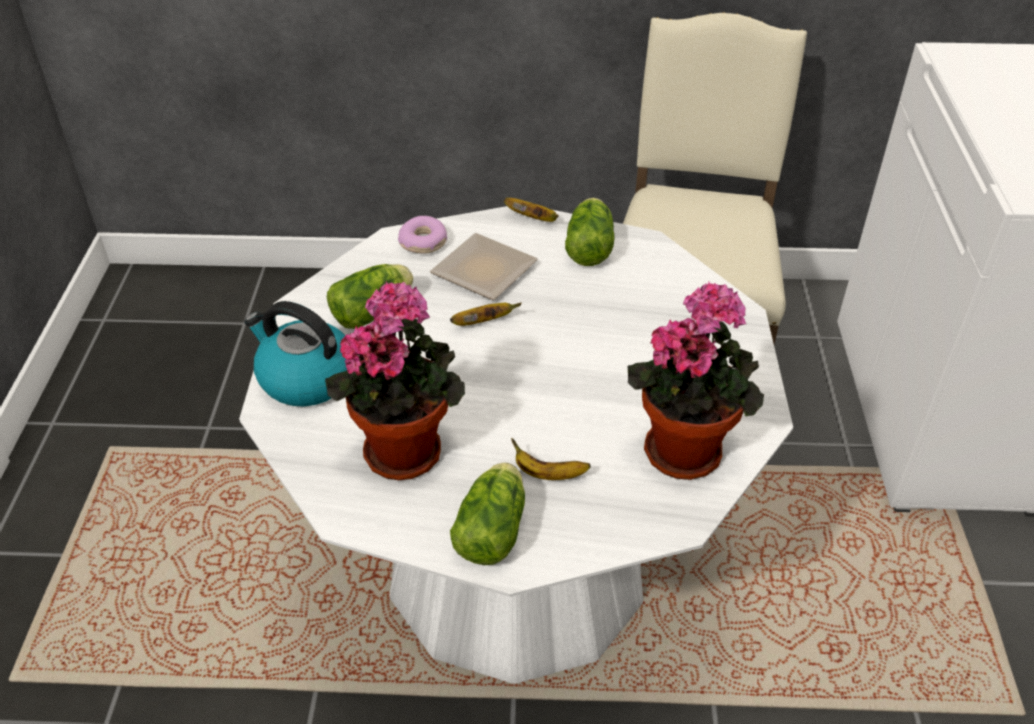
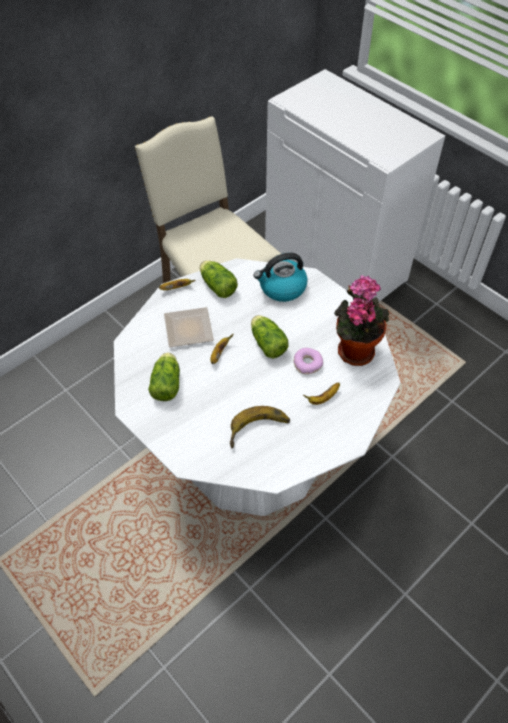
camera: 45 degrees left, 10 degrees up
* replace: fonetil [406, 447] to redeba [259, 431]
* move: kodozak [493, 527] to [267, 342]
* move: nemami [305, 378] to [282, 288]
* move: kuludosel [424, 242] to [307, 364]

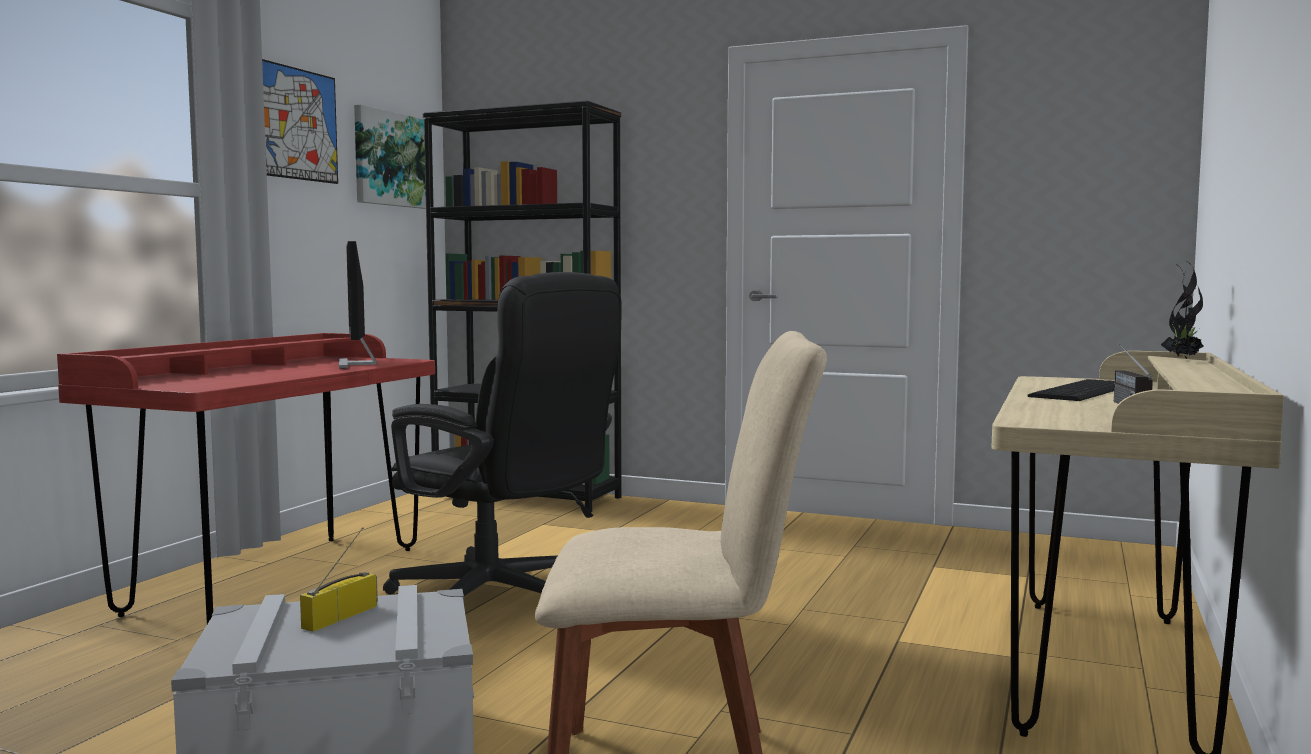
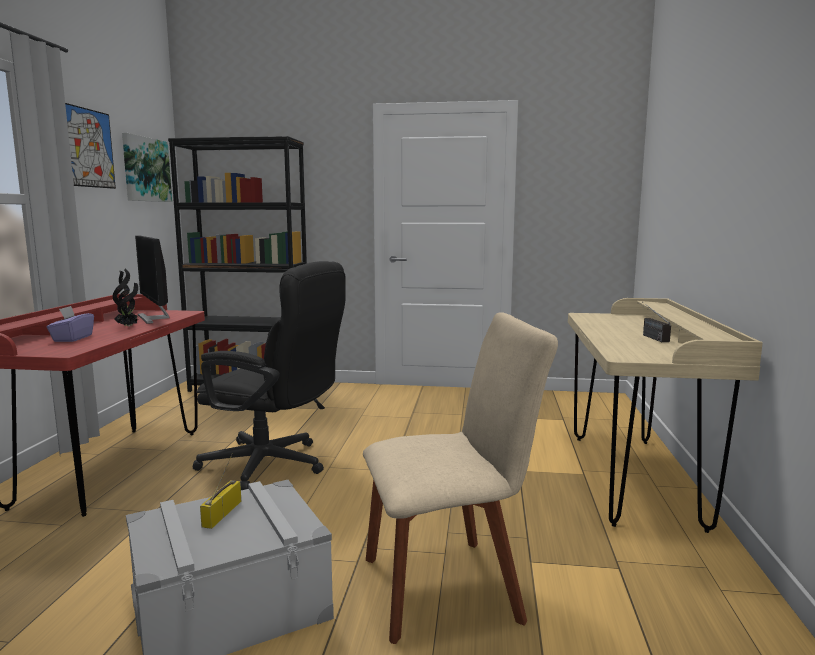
camera: 15 degrees left, 5 degrees up
* insert: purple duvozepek [72, 338]
* move: fonetil [1183, 359] to [128, 326]
* delete: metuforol [1085, 391]

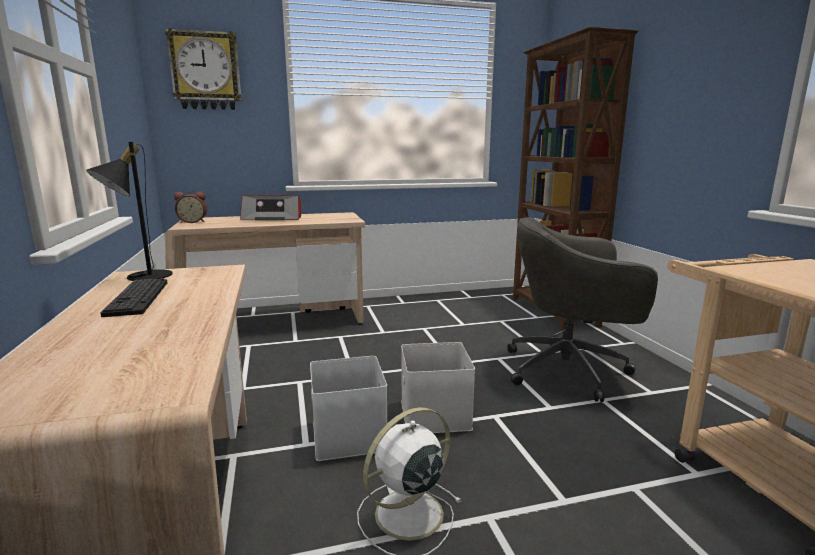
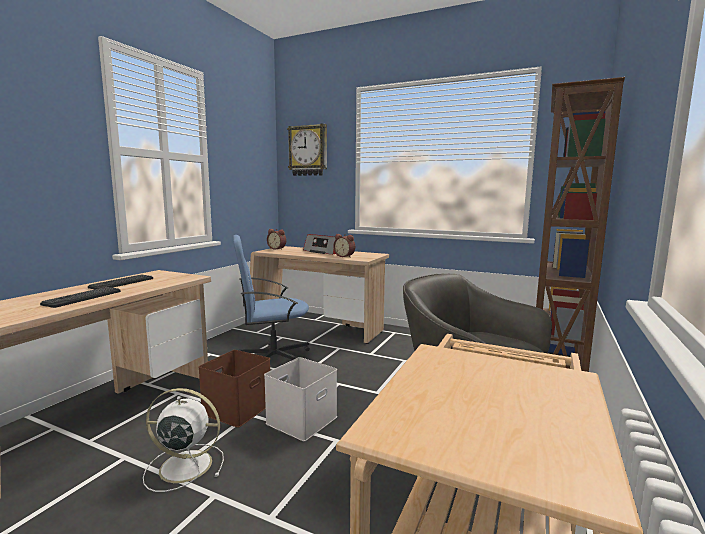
camera: 40 degrees right, 5 degrees down
* insert: metuforol [83, 298]
* recolor: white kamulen [350, 436] to brown kamulen [237, 409]
* insert: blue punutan [272, 359]
* insert: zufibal [345, 256]
* delete: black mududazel [140, 277]

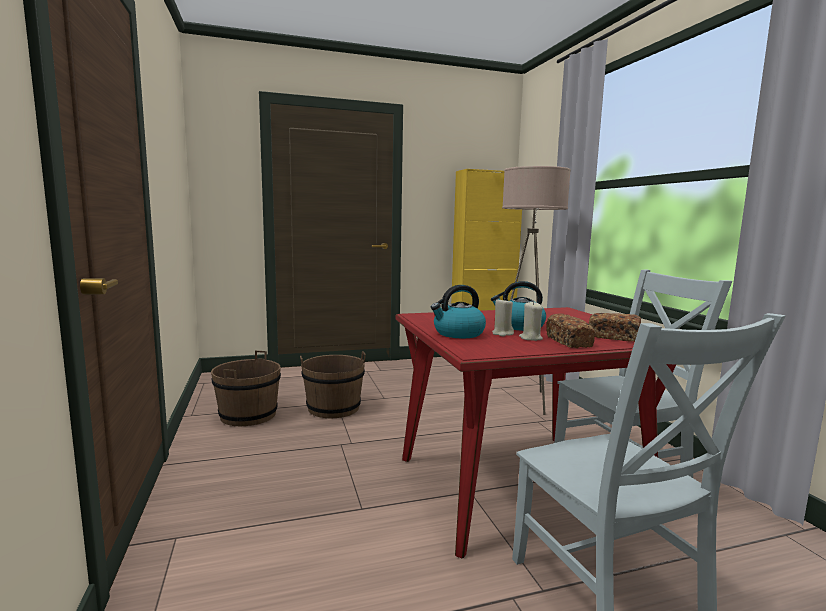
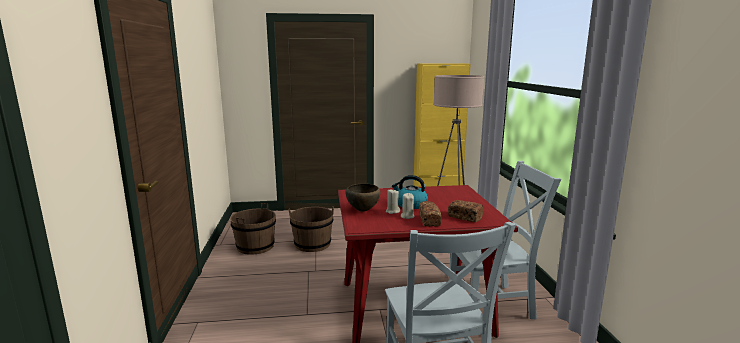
camera: 10 degrees right, 5 degrees up
* replace: nemami [458, 333] to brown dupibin [363, 210]

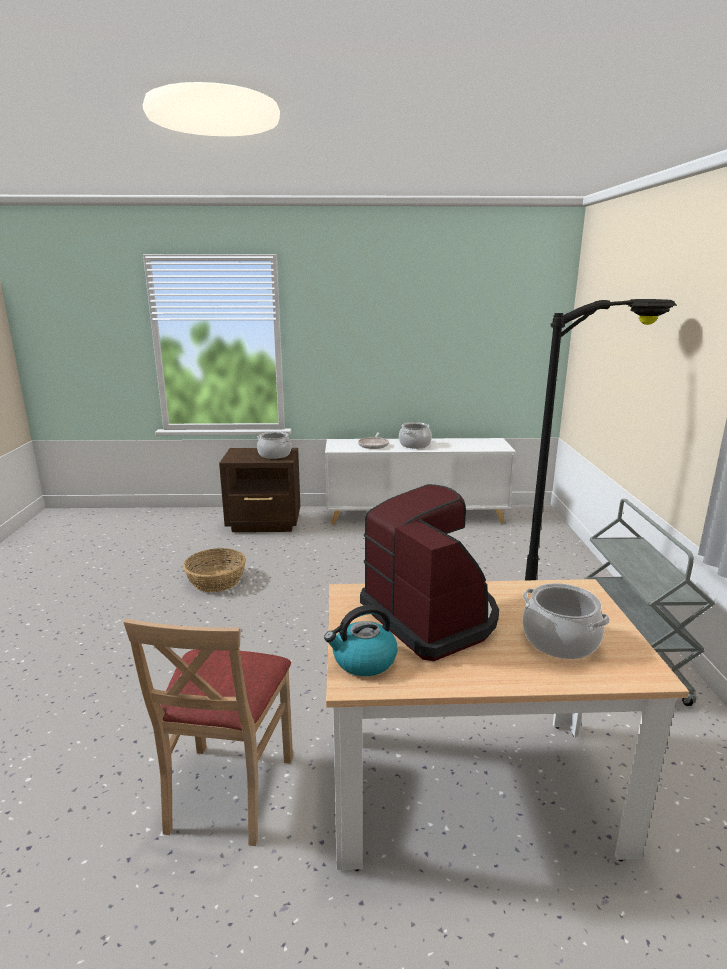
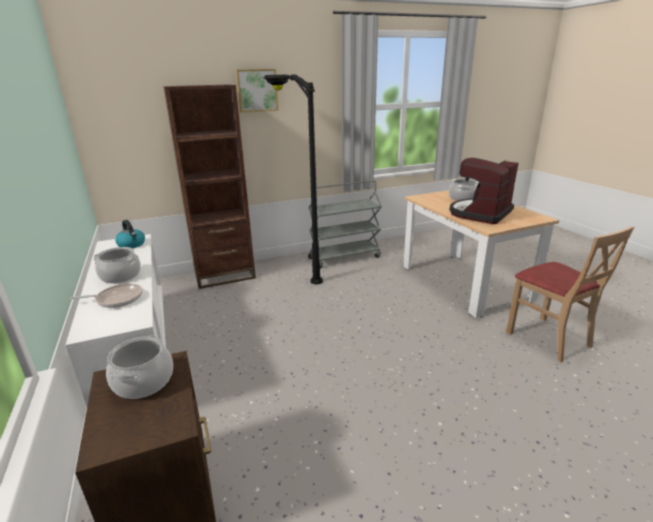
camera: 110 degrees left, 5 degrees up
* move: nemami [363, 661] to [132, 245]
* insert: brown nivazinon [224, 275]
* insert: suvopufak [257, 90]
* rotate: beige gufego [228, 791] = [548, 338] 75 degrees clockwise
* delete: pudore [216, 581]

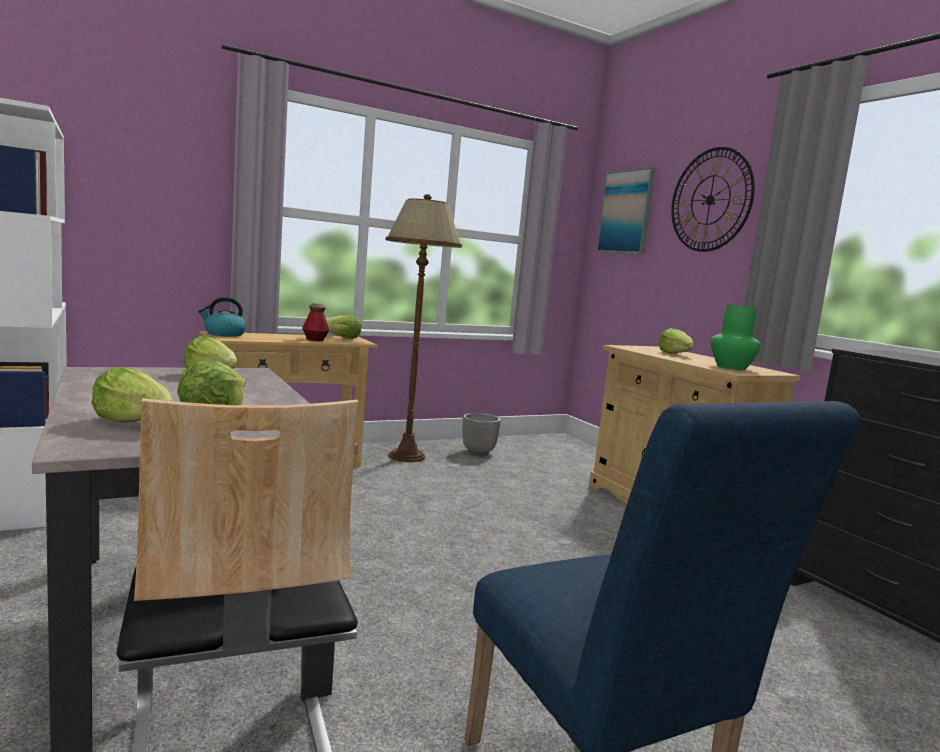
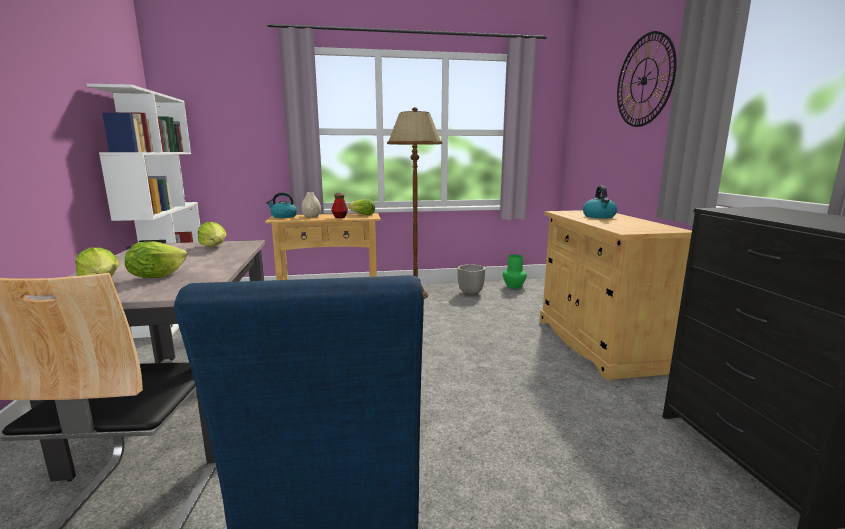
camera: 20 degrees right, 5 degrees up
* insert: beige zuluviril [311, 216]
* move: green zuluviril [732, 367] to [514, 286]
* replace: kodozak [675, 354] to nemami [599, 216]
* delete: suvopufak [626, 212]

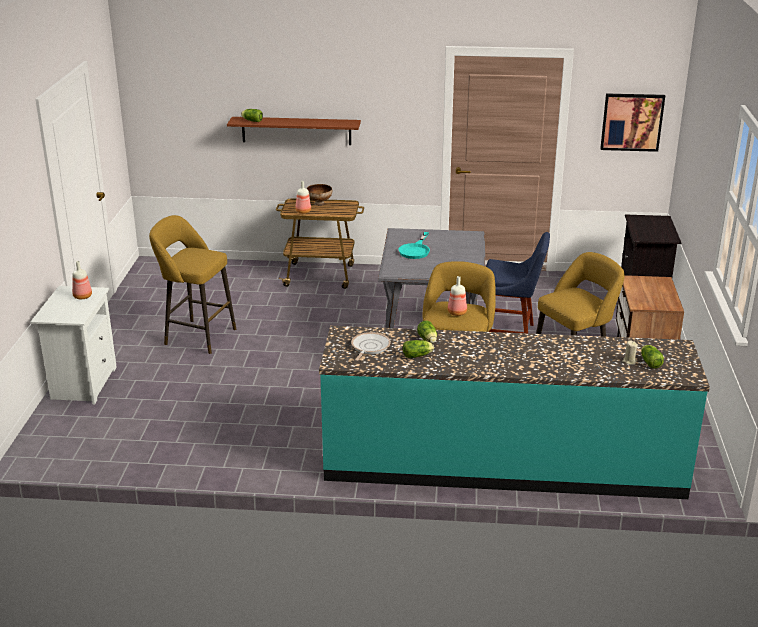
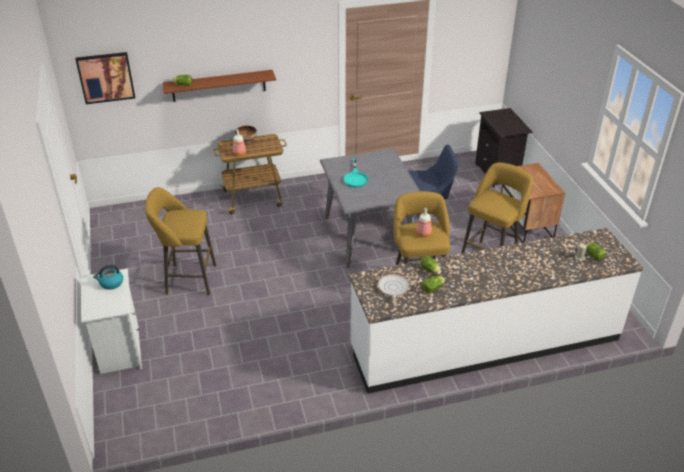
camera: 20 degrees left, 10 degrees up
* move: suvopufak [632, 122] to [106, 77]
* replace: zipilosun [83, 297] to nemami [111, 283]
* recolor: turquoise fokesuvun [502, 464] to white fokesuvun [484, 343]

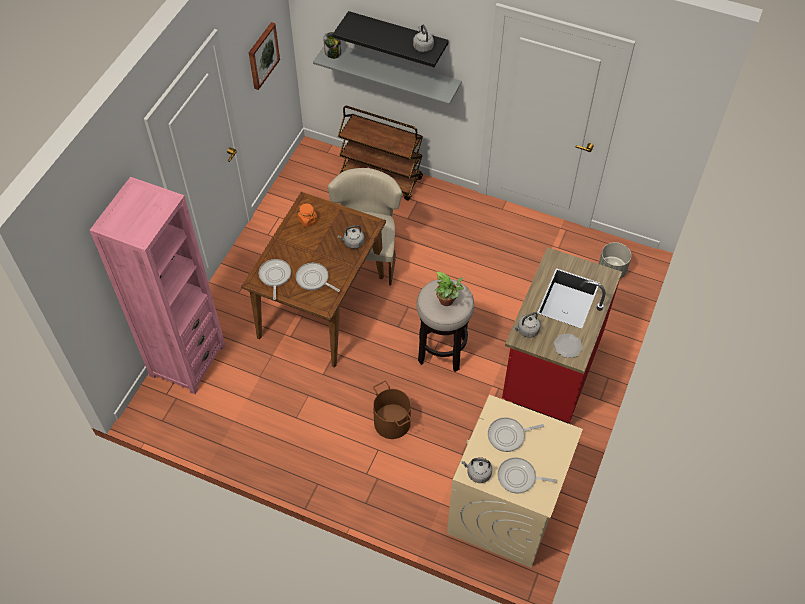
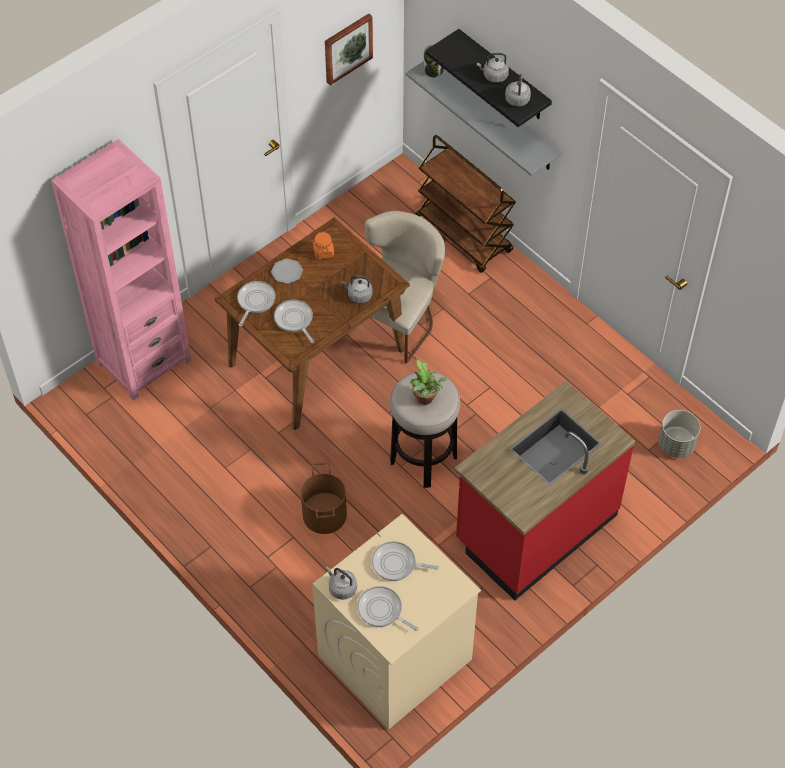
camera: 25 degrees right, 0 degrees up
* move: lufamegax [568, 346] to [287, 272]
* move: grey nemami [527, 330] to [494, 76]

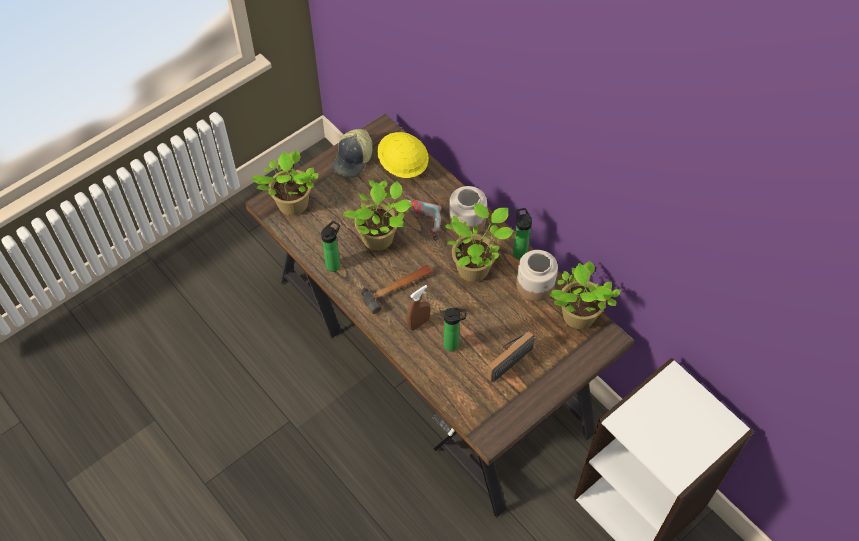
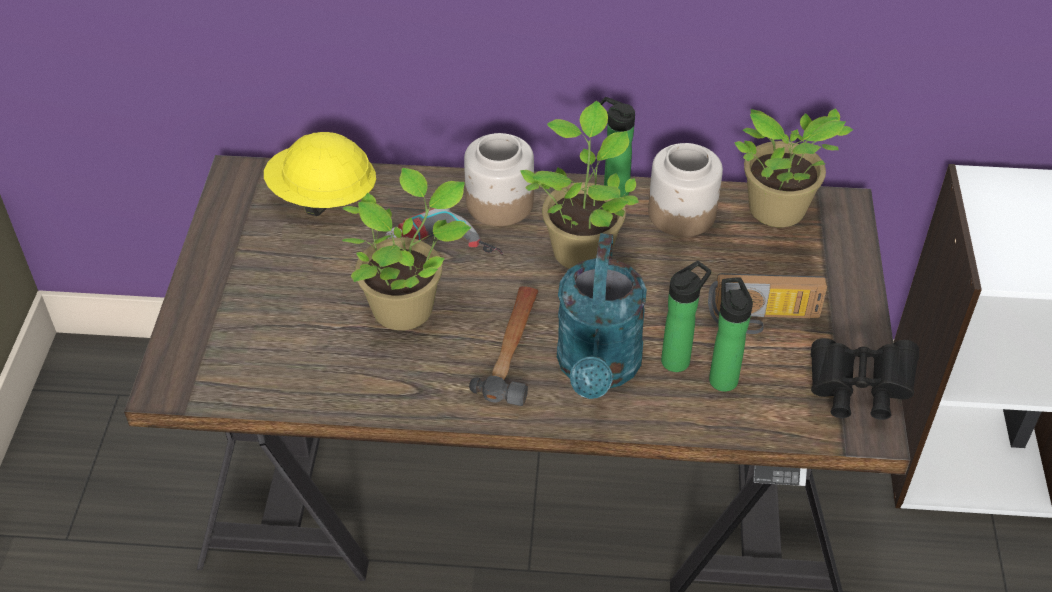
camera: 45 degrees left, 10 degrees down
* replace: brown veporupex [418, 323] to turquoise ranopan [598, 369]
* rotate: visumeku [507, 357] = [762, 319] 90 degrees counterclockwise
* move: zipilosun [334, 264] to [722, 377]
* insert: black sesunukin [858, 390]
* delete: fonetil [291, 205]
* delete: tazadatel [353, 159]

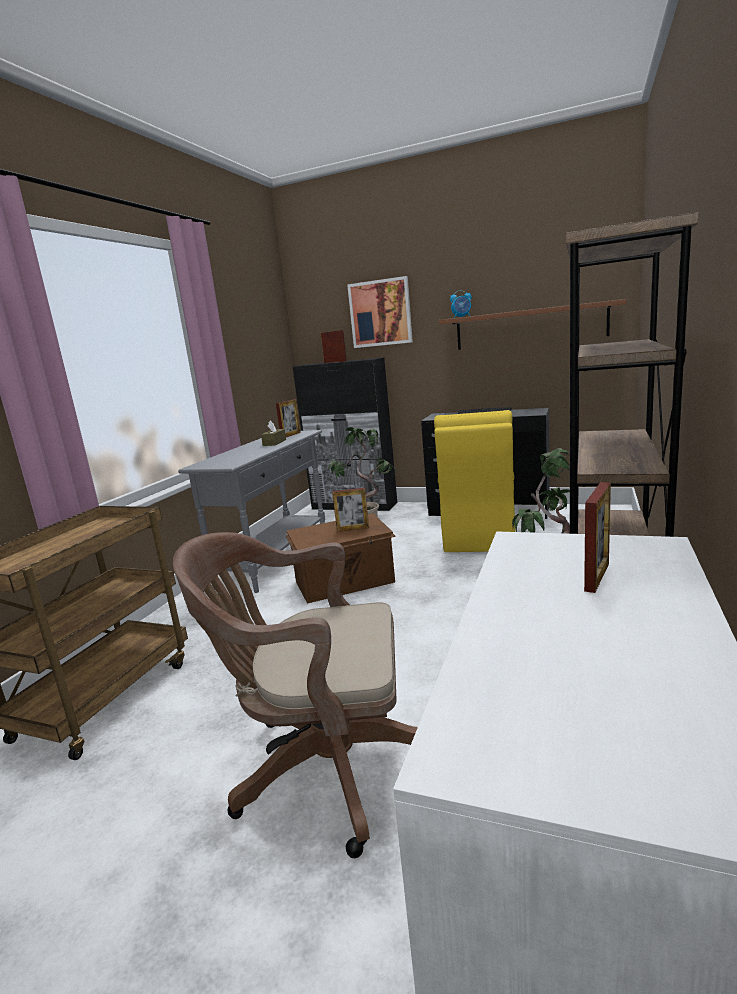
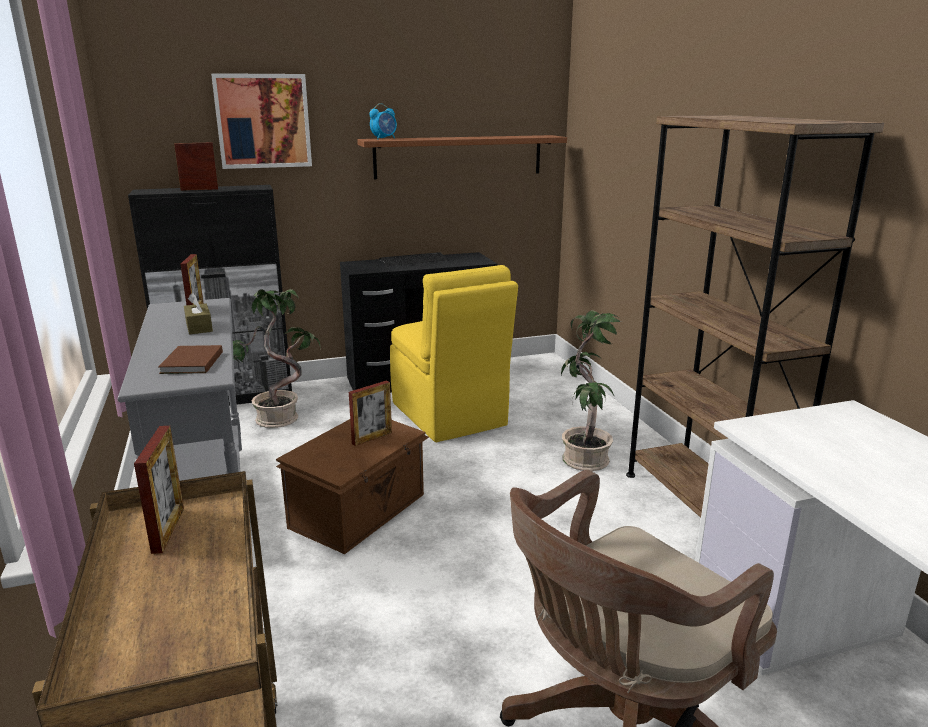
camera: 40 degrees left, 5 degrees up
* move: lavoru [597, 577] to [168, 530]
* insert: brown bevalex [190, 363]

